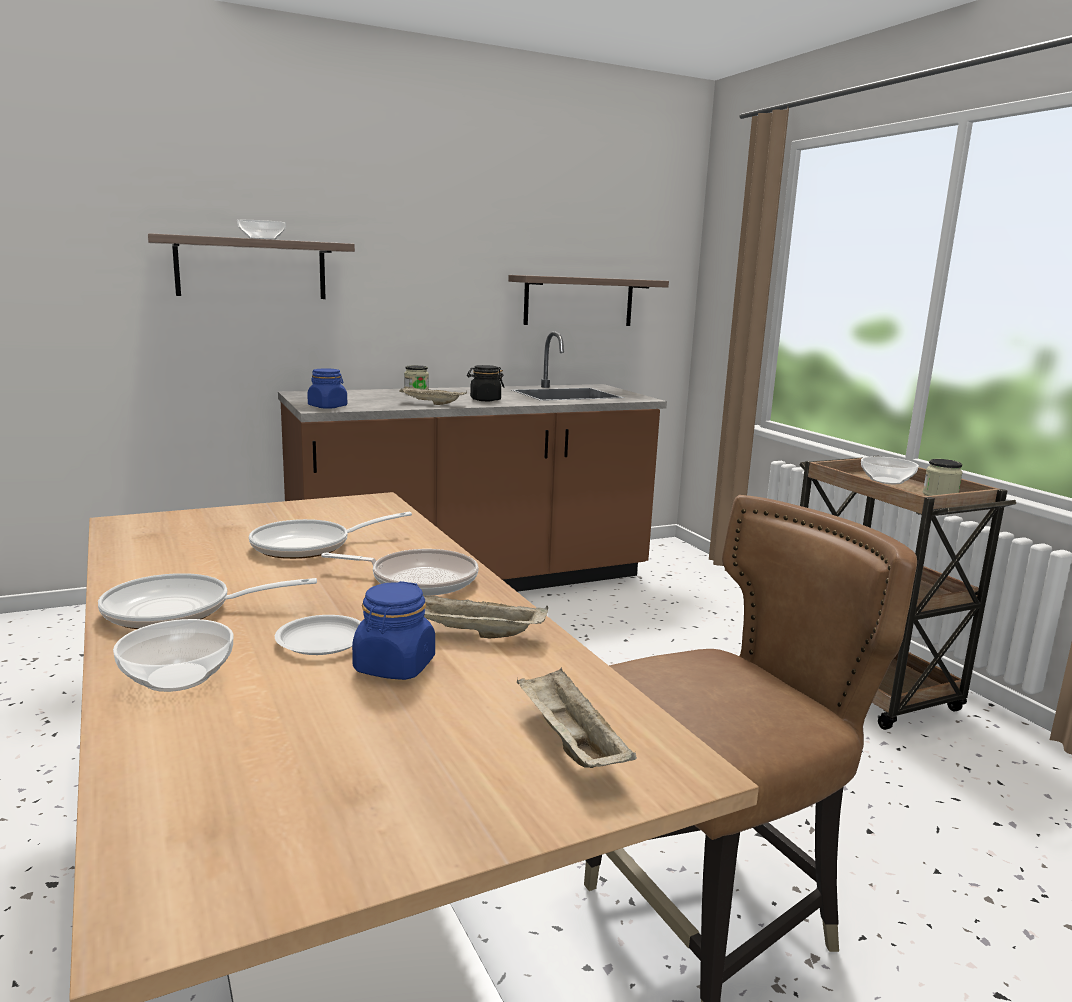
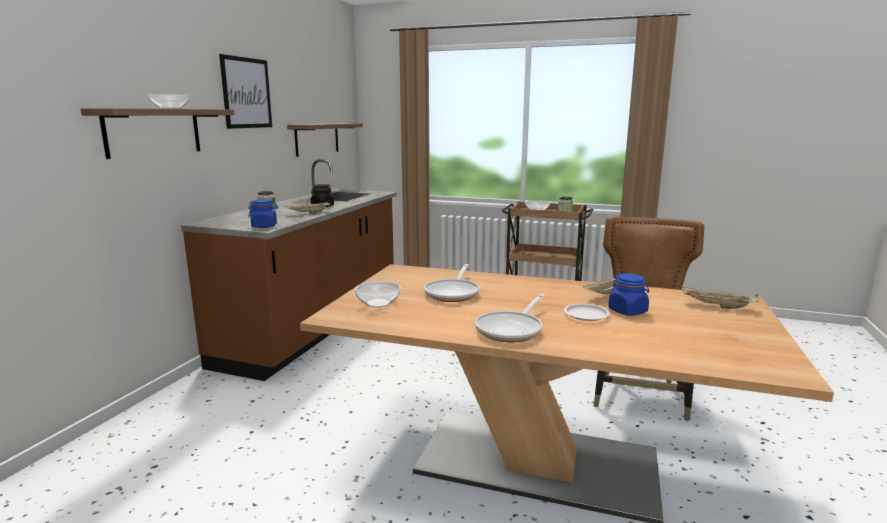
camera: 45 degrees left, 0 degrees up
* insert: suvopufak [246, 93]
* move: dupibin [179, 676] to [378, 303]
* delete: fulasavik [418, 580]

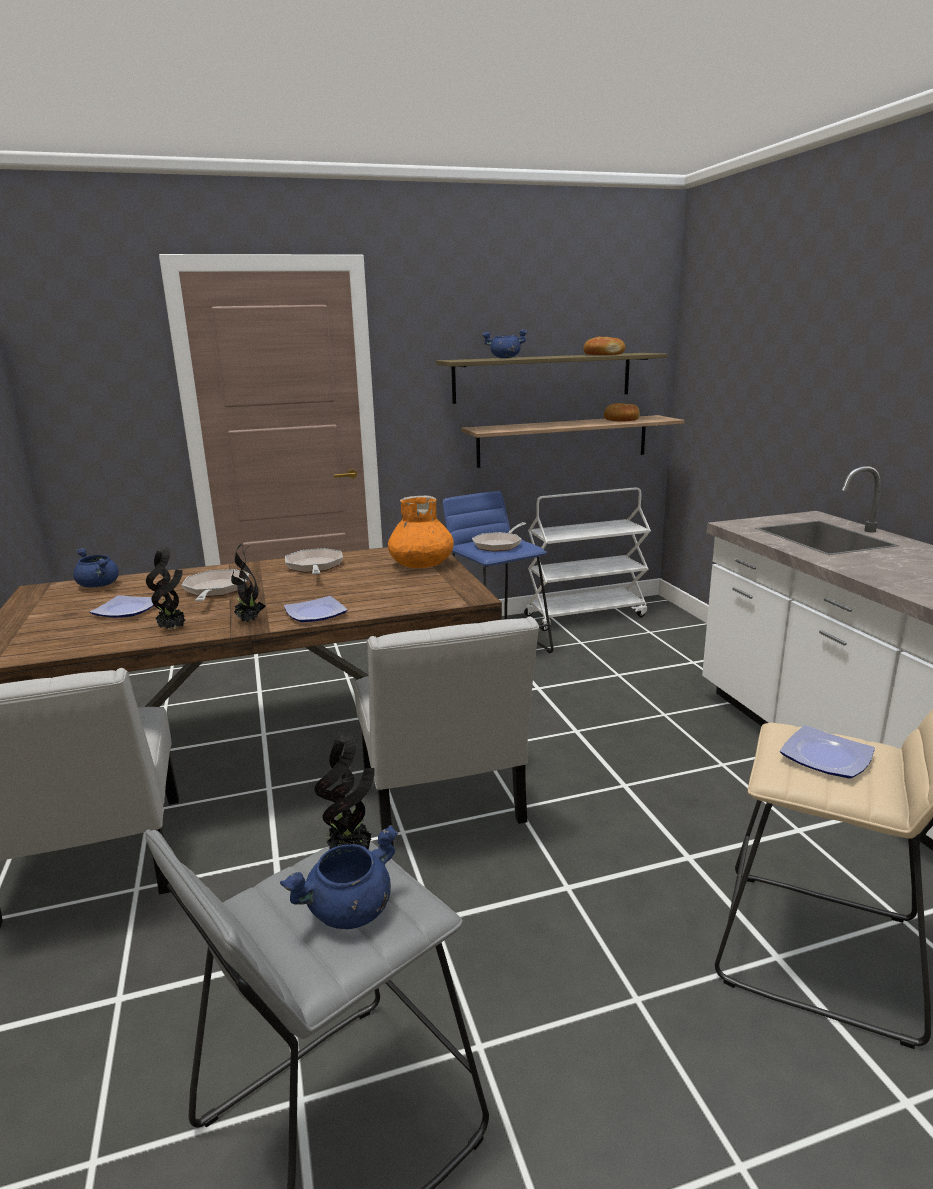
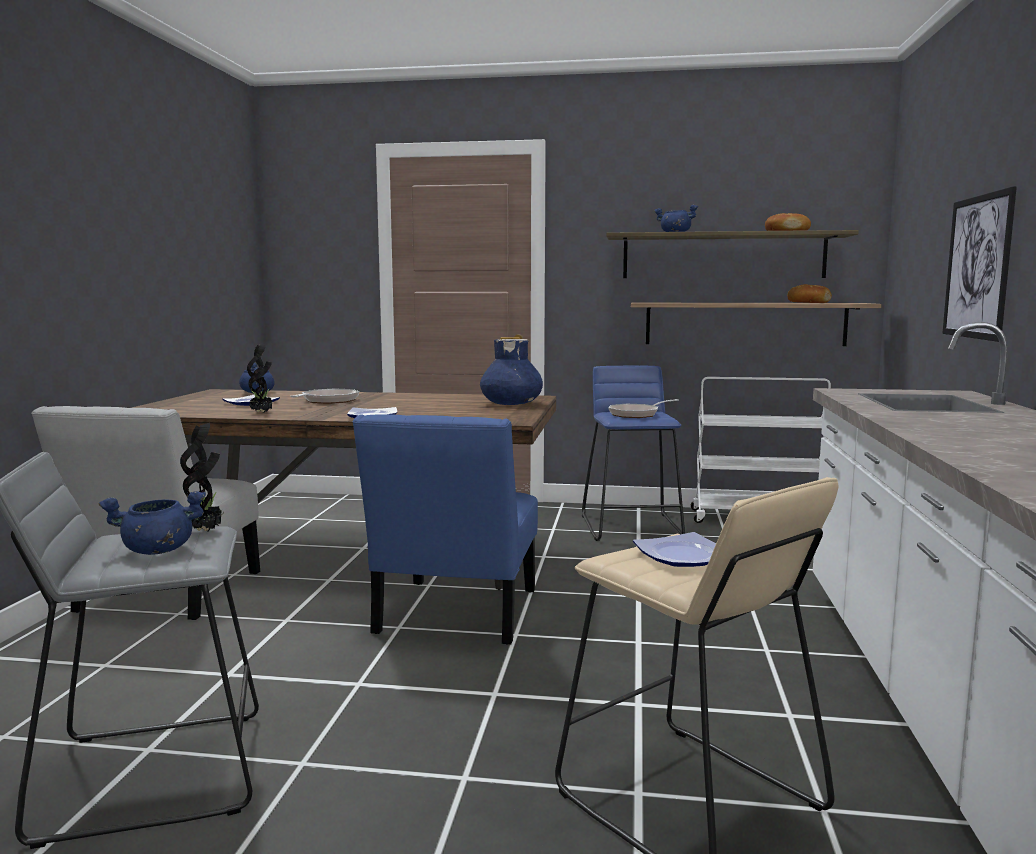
camera: 25 degrees right, 10 degrees down
* recolor: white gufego [441, 801] to blue gufego [454, 615]
* recolor: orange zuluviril [422, 564] to blue zuluviril [511, 404]
* insert: suvopufak [977, 267]
* delete: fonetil [249, 621]
* delete: fulasavik [314, 567]

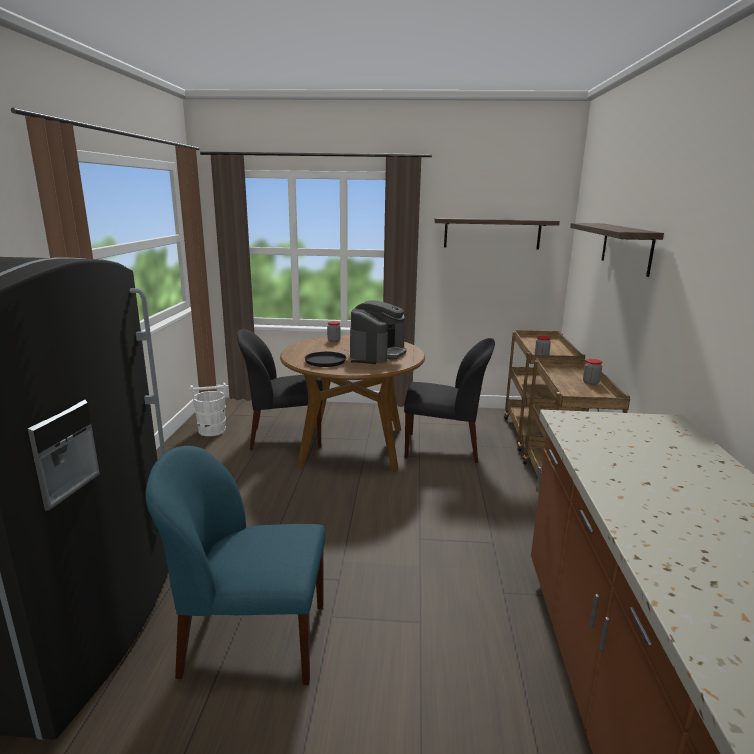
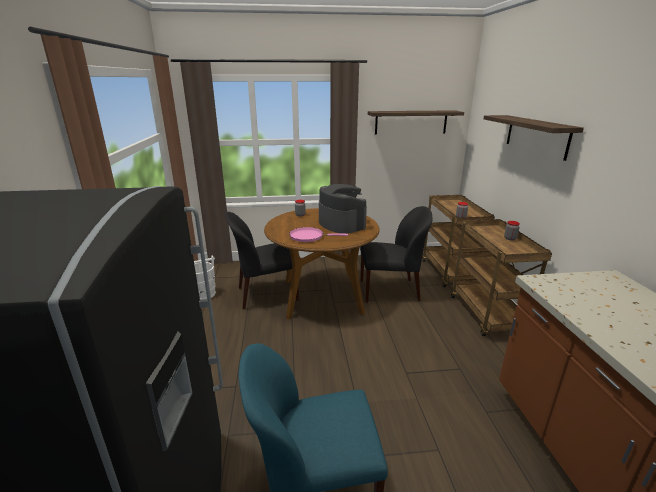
camera: 10 degrees left, 5 degrees up
* recolor: black fulasavik [329, 362] to pink fulasavik [309, 237]
* rotate: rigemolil [378, 352] = [341, 224] 45 degrees counterclockwise

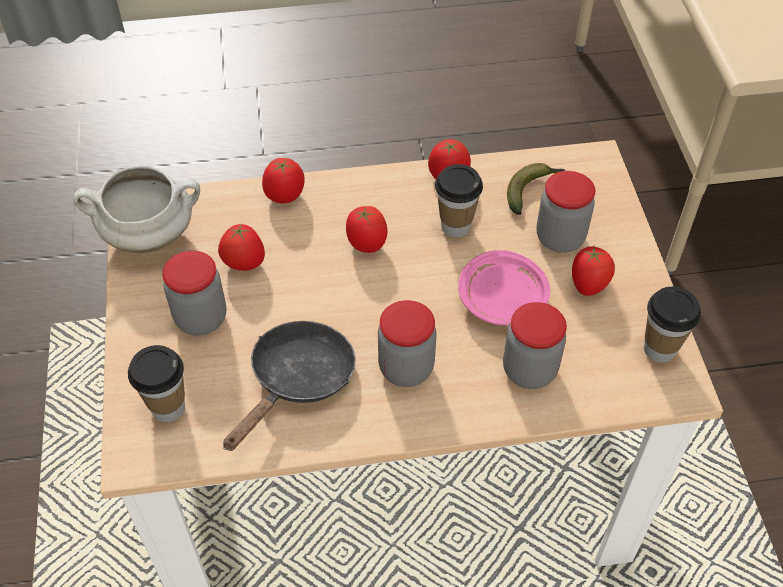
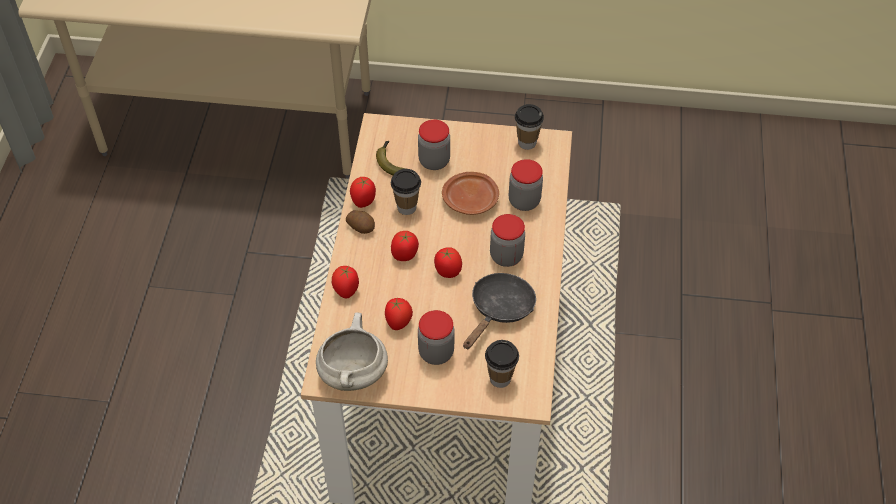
camera: 75 degrees left, 0 degrees up
* insert: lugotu [361, 227]
* move: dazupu [588, 286] to [447, 272]
* recolor: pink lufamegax [502, 299] to brown lufamegax [471, 200]
* rotate: black fulasavik [297, 381] = [499, 310] 75 degrees clockwise

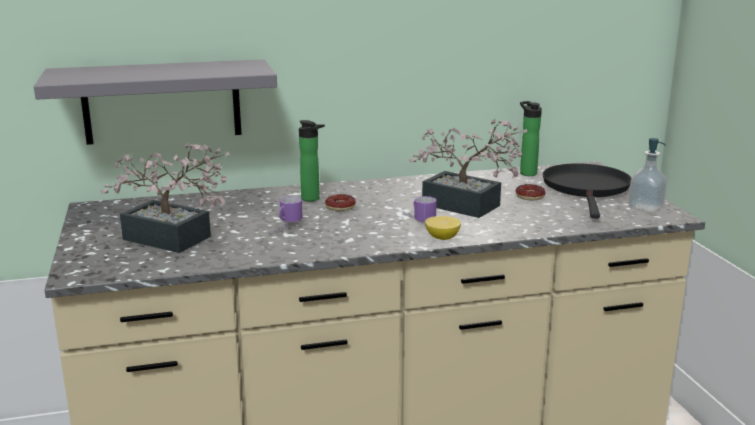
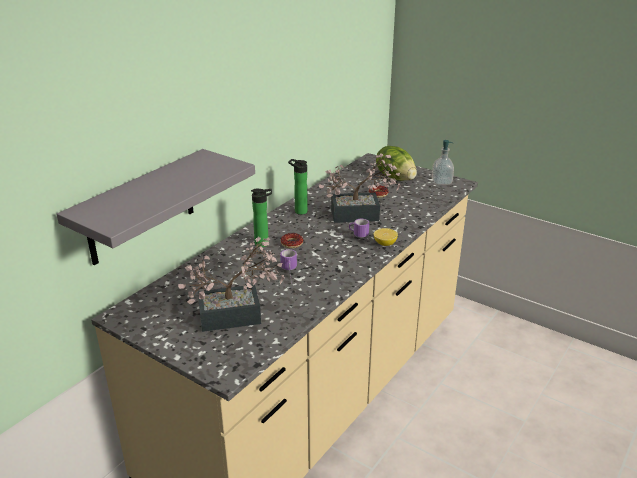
camera: 40 degrees left, 10 degrees up
* move: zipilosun [526, 173] to [299, 211]
* replace: black fulasavik [587, 188] to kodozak [396, 177]

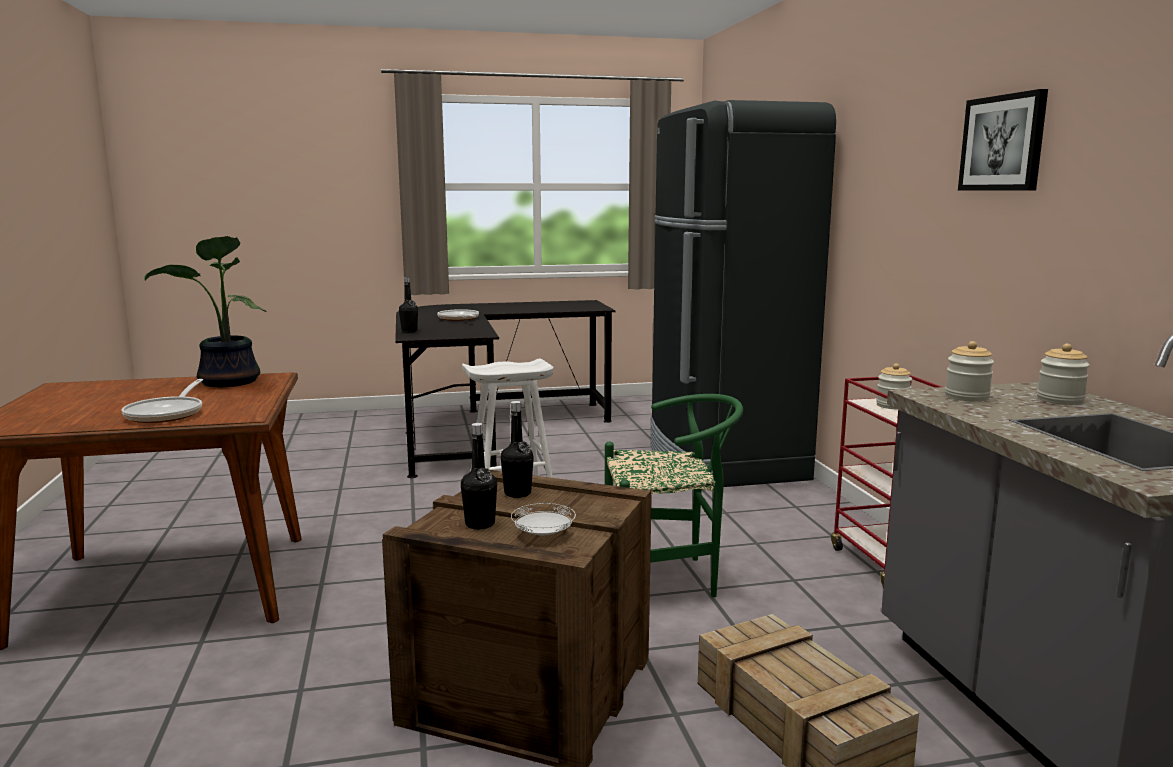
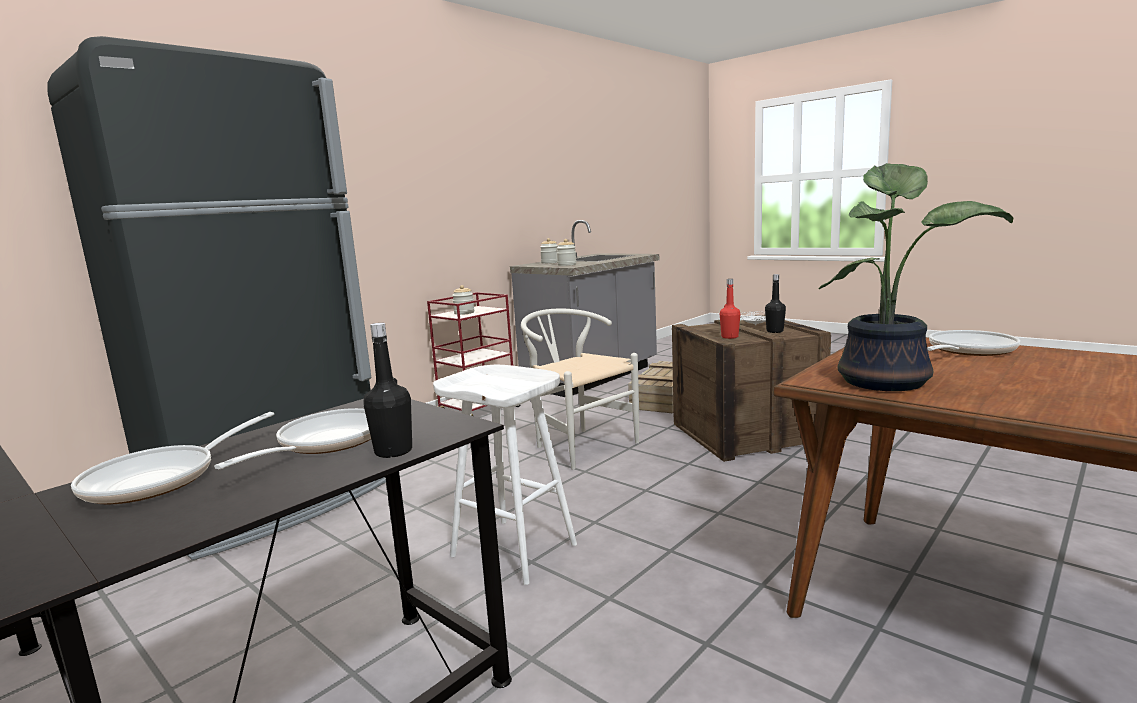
camera: 125 degrees left, 0 degrees up
* insert: fulasavik [325, 443]
* recolor: green gufego [669, 578] to white gufego [579, 445]
* recolor: black zipilosun [517, 493] to red zipilosun [729, 337]
* delete: suvopufak [1003, 143]

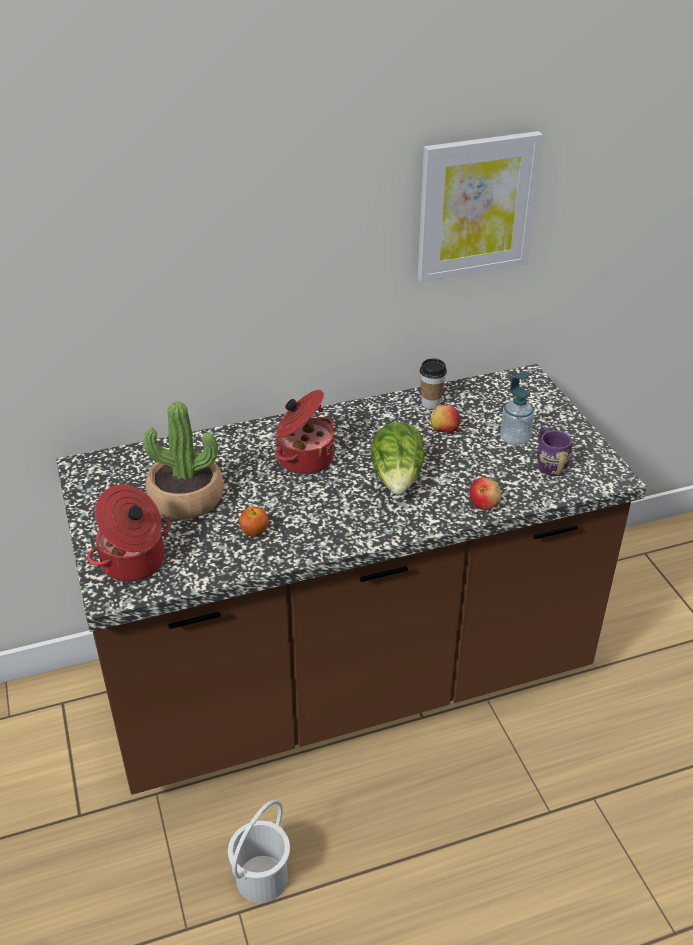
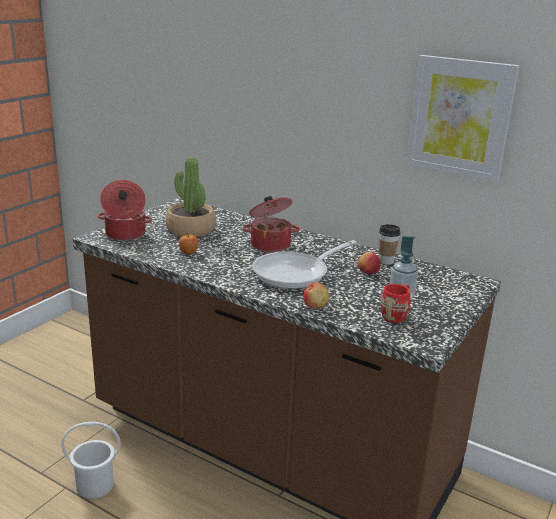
camera: 50 degrees right, 15 degrees down
* replace: kodozak [398, 478] to fulasavik [296, 273]
* recolor: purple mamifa [548, 463] to red mamifa [396, 315]

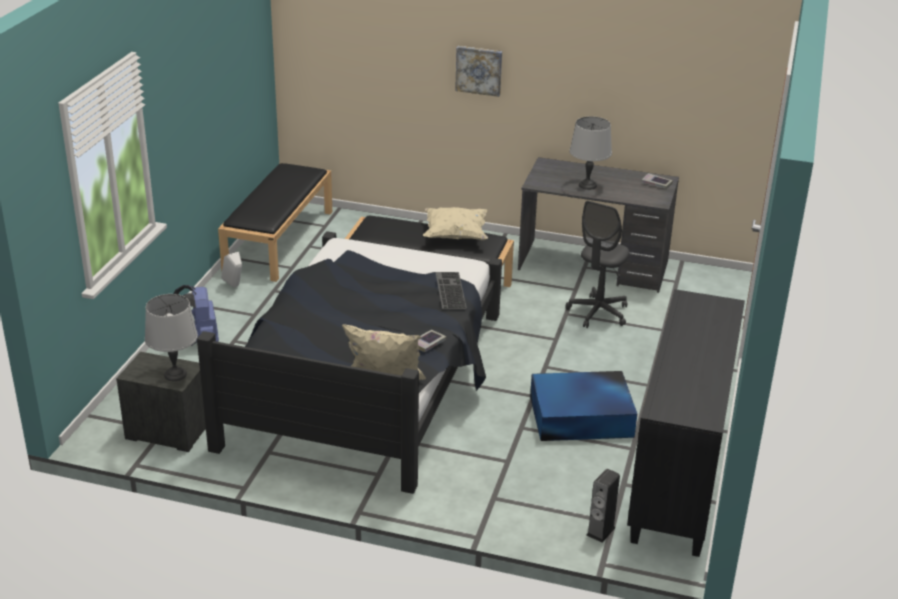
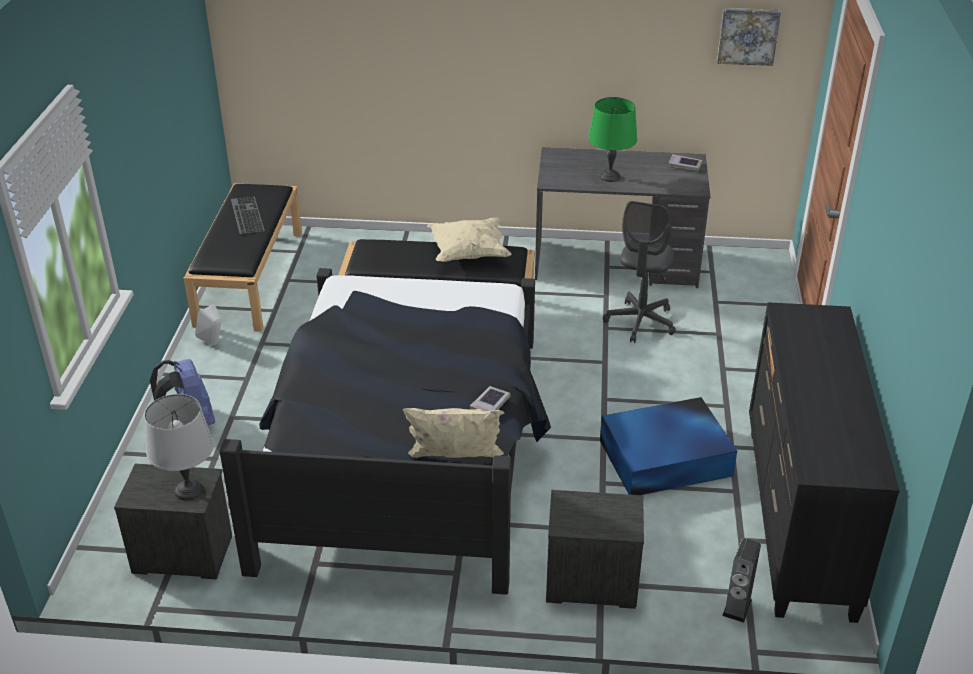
camera: 10 degrees left, 5 degrees up
* move: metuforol [449, 290] to [245, 215]
* insert: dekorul [589, 581]
* recolor: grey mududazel [587, 185] to green mududazel [609, 176]
* move: suvopufak [479, 70] to [748, 35]

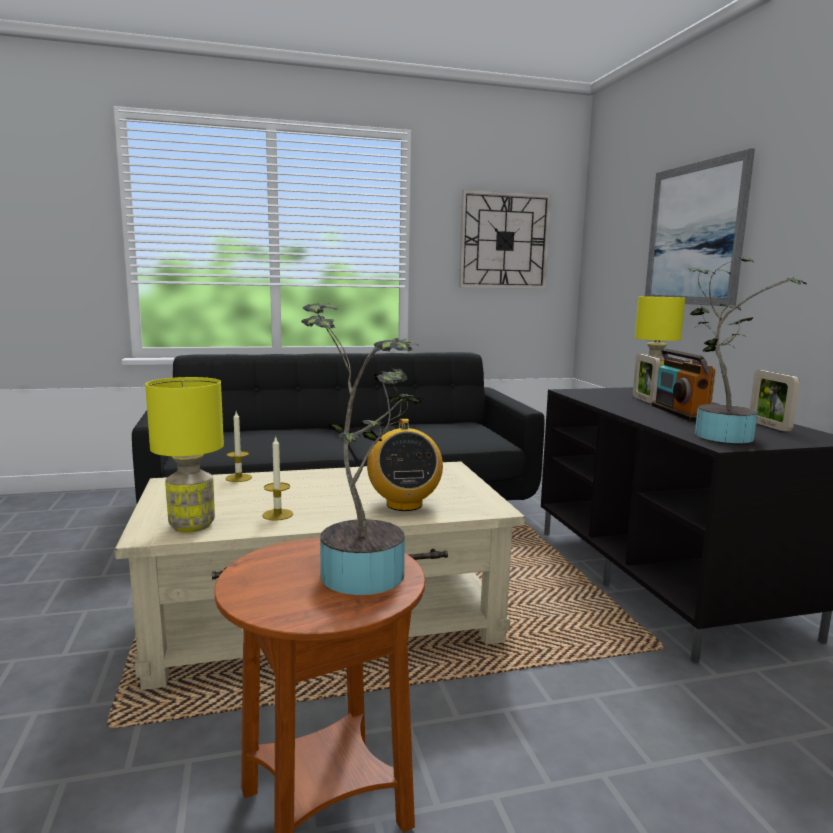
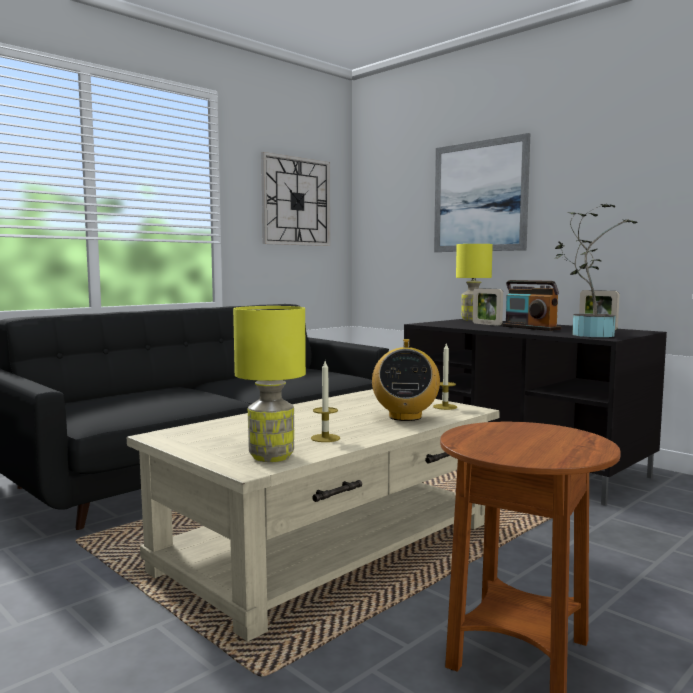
camera: 30 degrees left, 5 degrees down
* rotate: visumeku [404, 504] = [405, 417] 45 degrees clockwise
* move: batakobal [238, 478] to [445, 407]
* delete: fonetil [367, 570]

